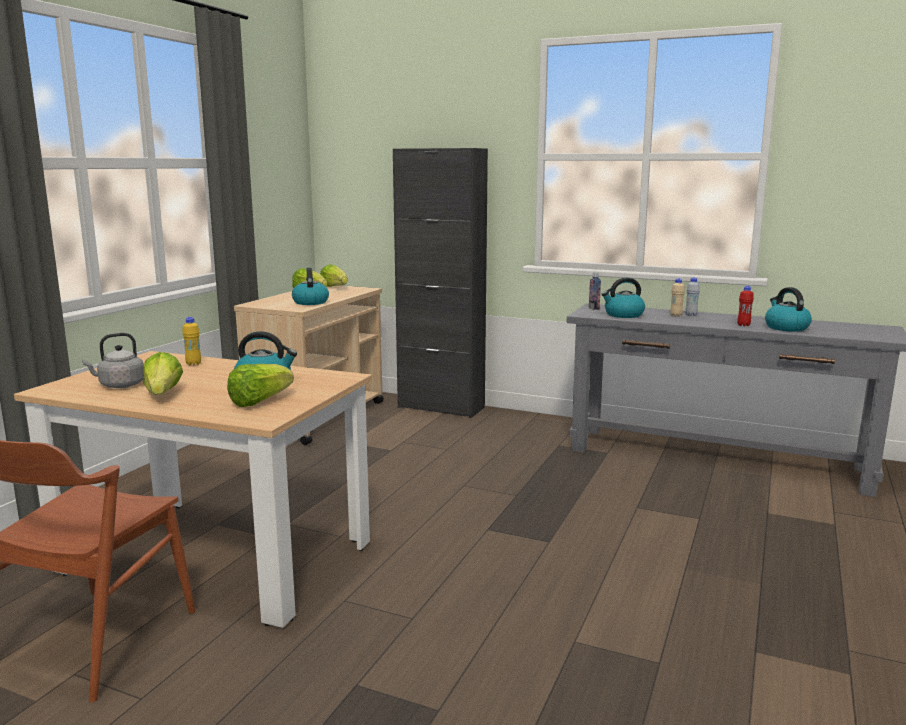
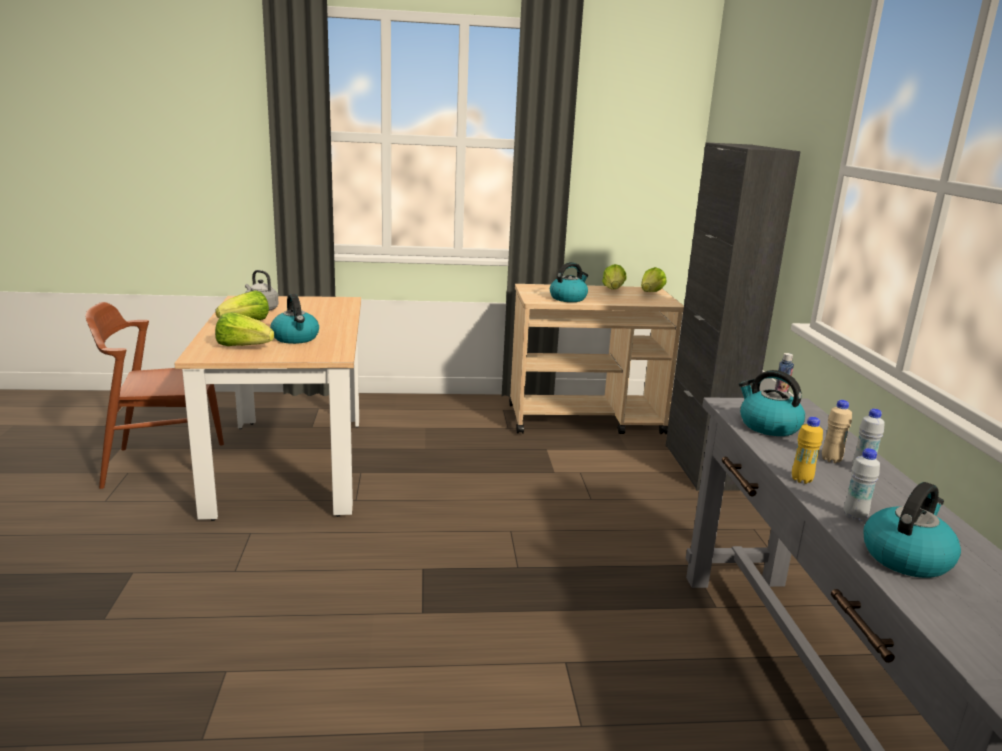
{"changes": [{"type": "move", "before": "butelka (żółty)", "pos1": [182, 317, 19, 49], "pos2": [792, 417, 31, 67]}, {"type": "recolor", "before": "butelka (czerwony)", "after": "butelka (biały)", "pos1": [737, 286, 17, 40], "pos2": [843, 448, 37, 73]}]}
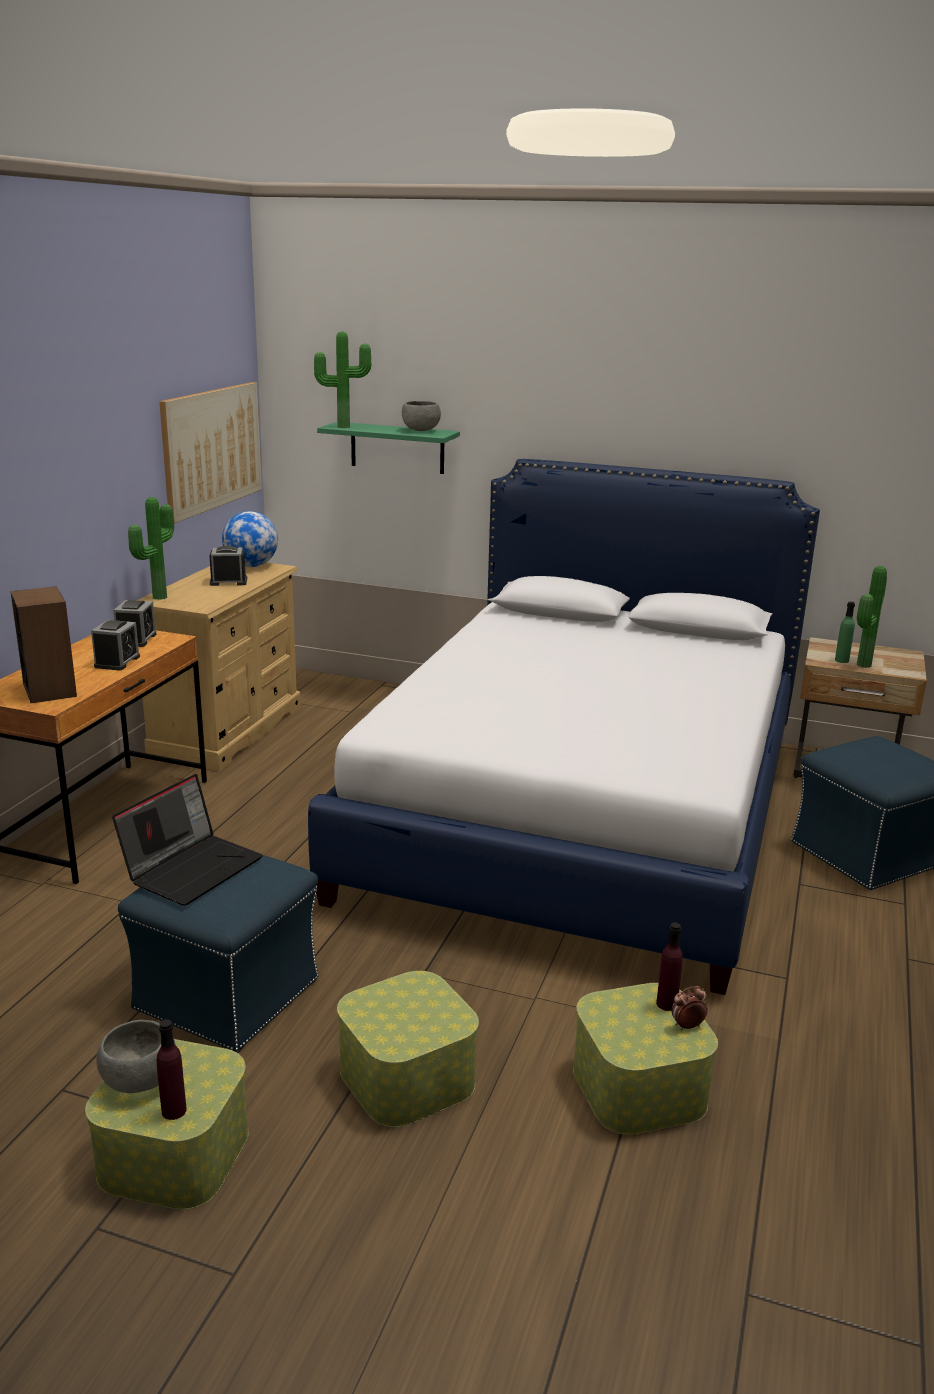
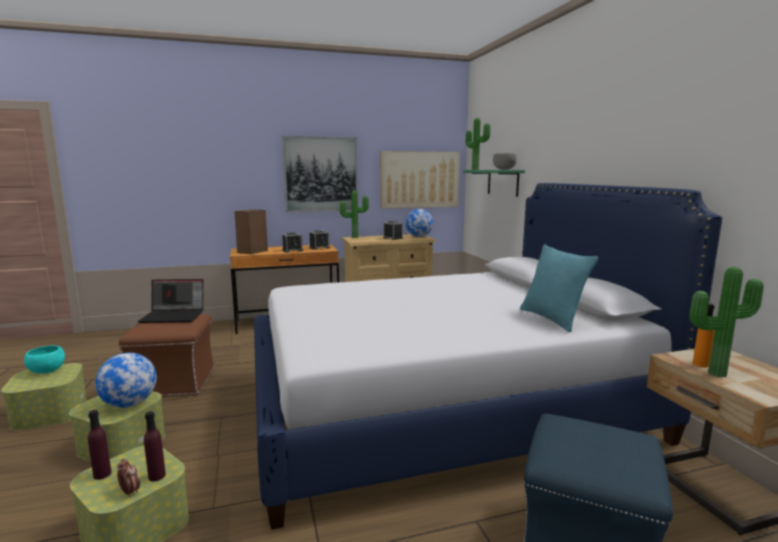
{"changes": [{"type": "insert", "after": "globus", "pos2": [95, 353, 62, 55]}, {"type": "insert", "after": "obraz", "pos2": [282, 136, 76, 76]}, {"type": "insert", "after": "poduszka (turkusowy)", "pos2": [520, 244, 78, 88]}, {"type": "move", "before": "butelka (fioletowy)", "pos1": [157, 1019, 30, 101], "pos2": [88, 410, 24, 70]}, {"type": "recolor", "before": "miska (szary)", "after": "miska (turkusowy)", "pos1": [96, 1020, 80, 73], "pos2": [24, 345, 41, 29]}, {"type": "recolor", "before": "pufa (niebieski)", "after": "pufa (brązowy)", "pos1": [118, 855, 201, 197], "pos2": [119, 314, 95, 83]}, {"type": "recolor", "before": "butelka (zielony)", "after": "butelka (pomarańczowy)", "pos1": [835, 602, 20, 61], "pos2": [693, 303, 22, 64]}]}
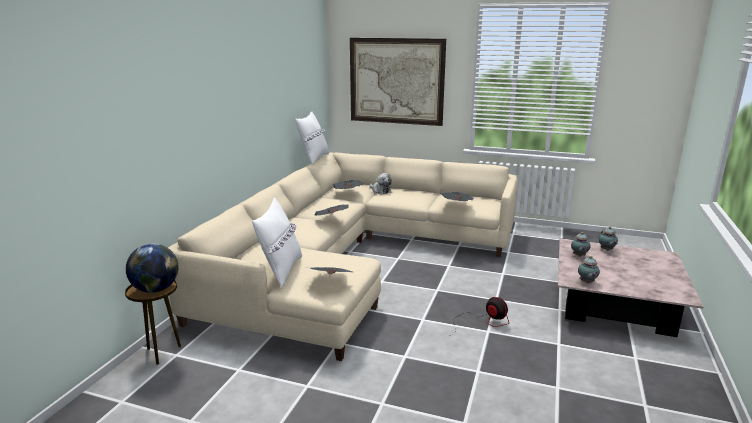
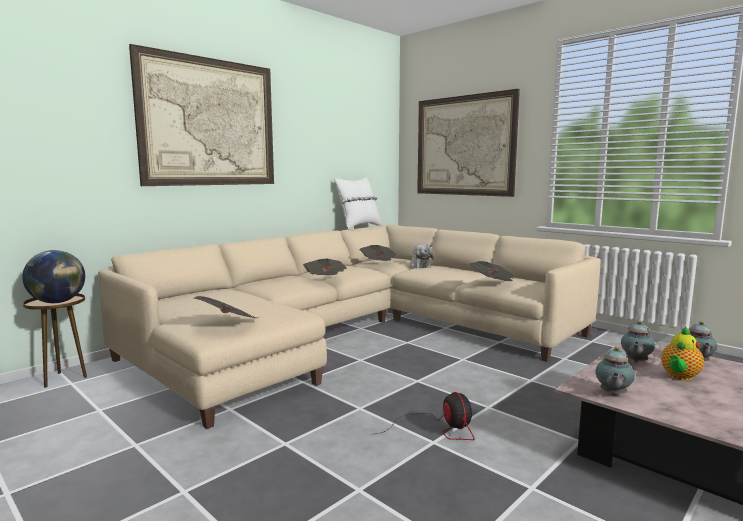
{"changes": [{"type": "delete", "before": "poduszka (biały)", "pos1": [252, 197, 50, 91]}, {"type": "insert", "after": "obraz", "pos2": [129, 44, 145, 142]}, {"type": "insert", "after": "imbryk", "pos2": [661, 326, 43, 55]}]}
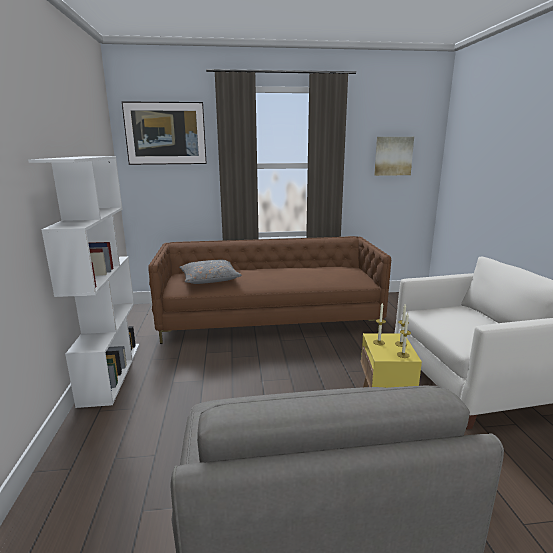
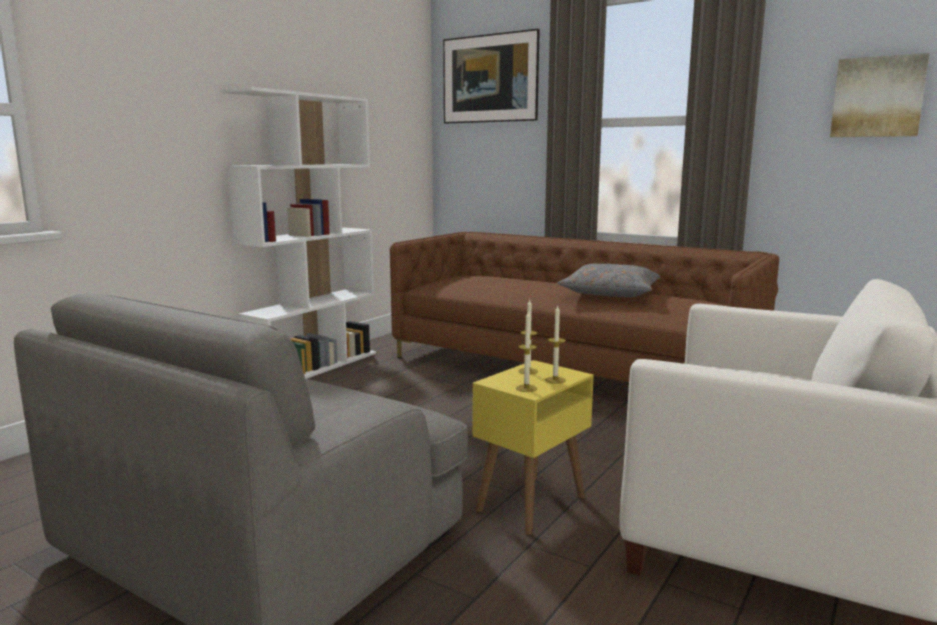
{"changes": [{"type": "move", "before": "poduszka (szary)", "pos1": [179, 260, 63, 24], "pos2": [557, 263, 103, 34]}]}
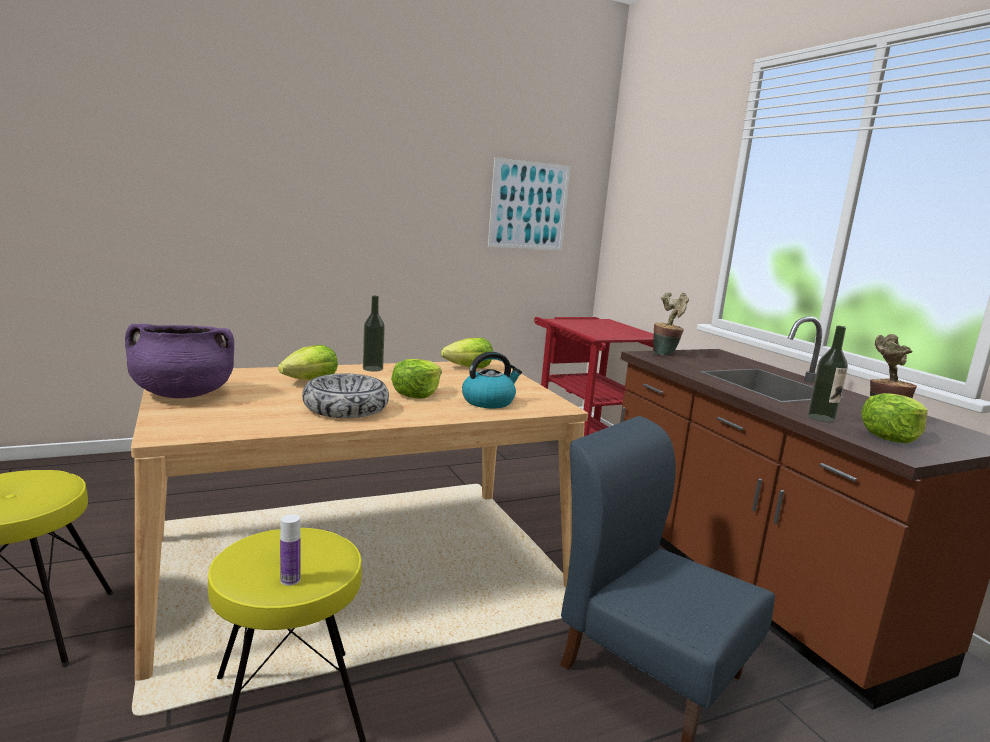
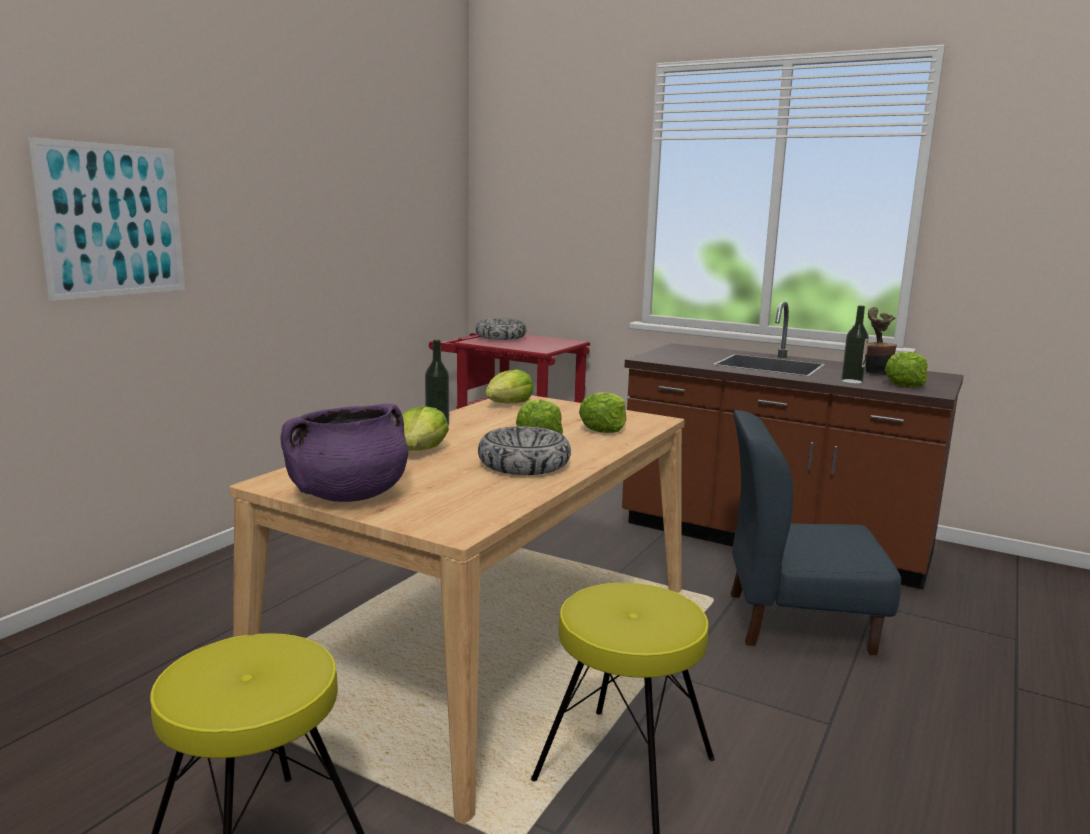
{"changes": [{"type": "delete", "before": "butelka", "pos1": [280, 514, 21, 72]}, {"type": "delete", "before": "roślina doniczkowa", "pos1": [653, 292, 36, 63]}, {"type": "insert", "after": "miska", "pos2": [476, 318, 51, 22]}, {"type": "move", "before": "obraz", "pos1": [488, 157, 82, 94], "pos2": [28, 137, 157, 164]}, {"type": "replace", "before": "czajnik", "after": "sałata", "pos1": [462, 352, 60, 56], "pos2": [579, 393, 47, 40]}]}
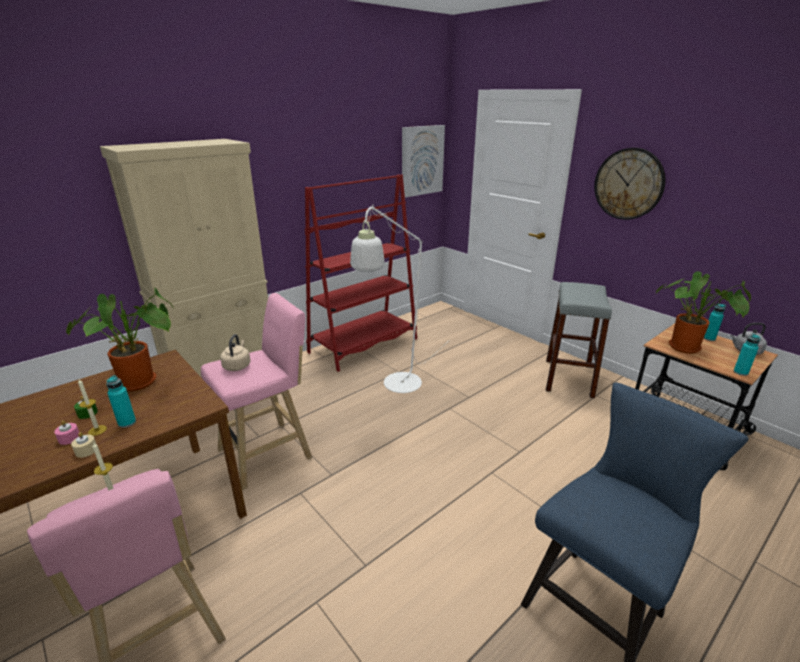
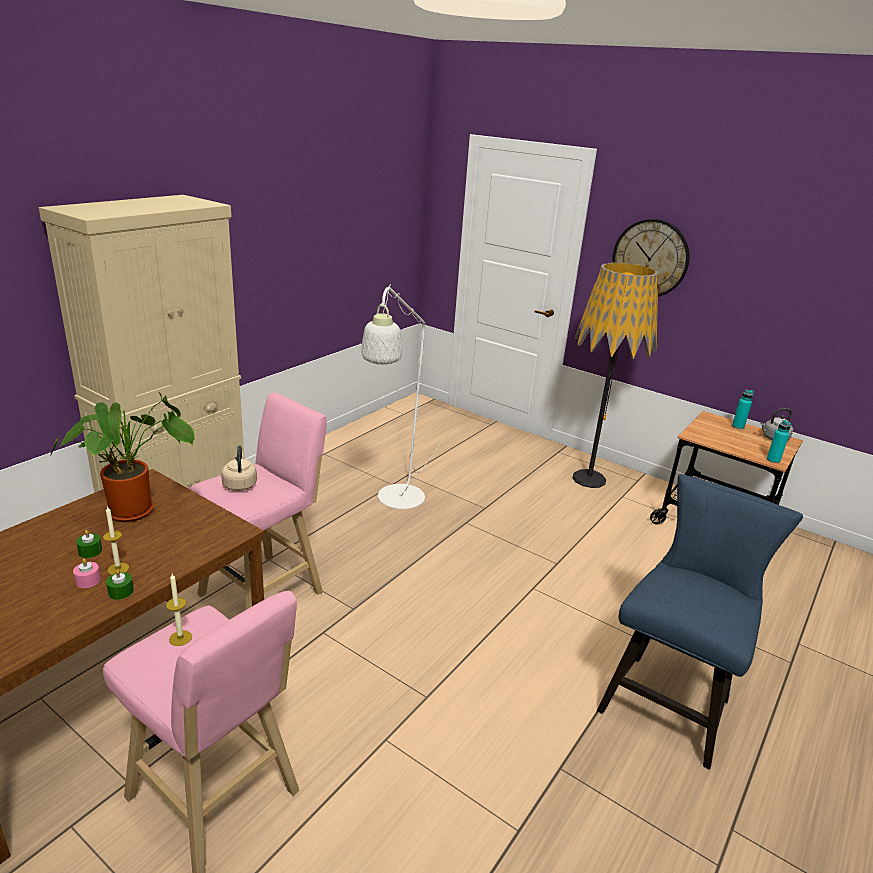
{"changes": [{"type": "delete", "before": "butelka (turkusowy)", "pos1": [106, 375, 30, 53]}, {"type": "delete", "before": "regał (czerwony)", "pos1": [305, 175, 112, 197]}, {"type": "delete", "before": "obraz", "pos1": [402, 125, 43, 73]}, {"type": "delete", "before": "roślina doniczkowa", "pos1": [656, 271, 95, 83]}, {"type": "replace", "before": "stołek (szary)", "after": "lampa stojąca", "pos1": [546, 282, 66, 116], "pos2": [572, 262, 86, 226]}, {"type": "recolor", "before": "świeca (beżowy)", "after": "świeca (zielony)", "pos1": [71, 432, 26, 26], "pos2": [106, 569, 28, 31]}]}
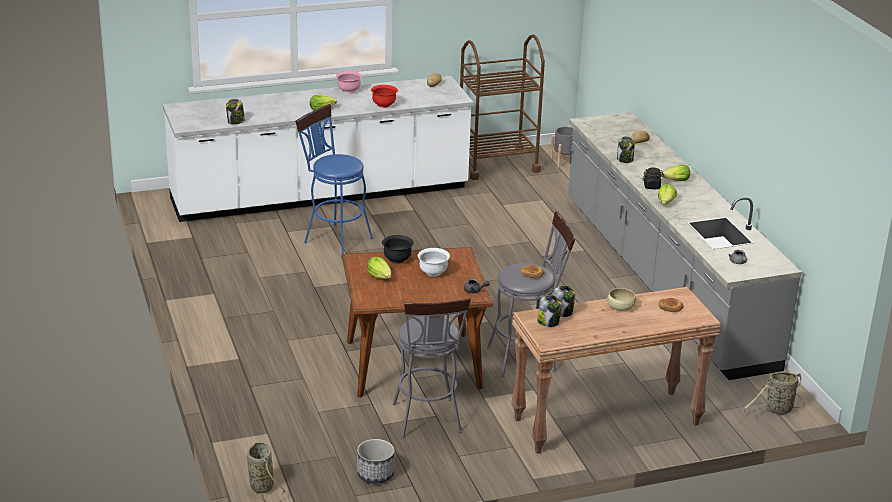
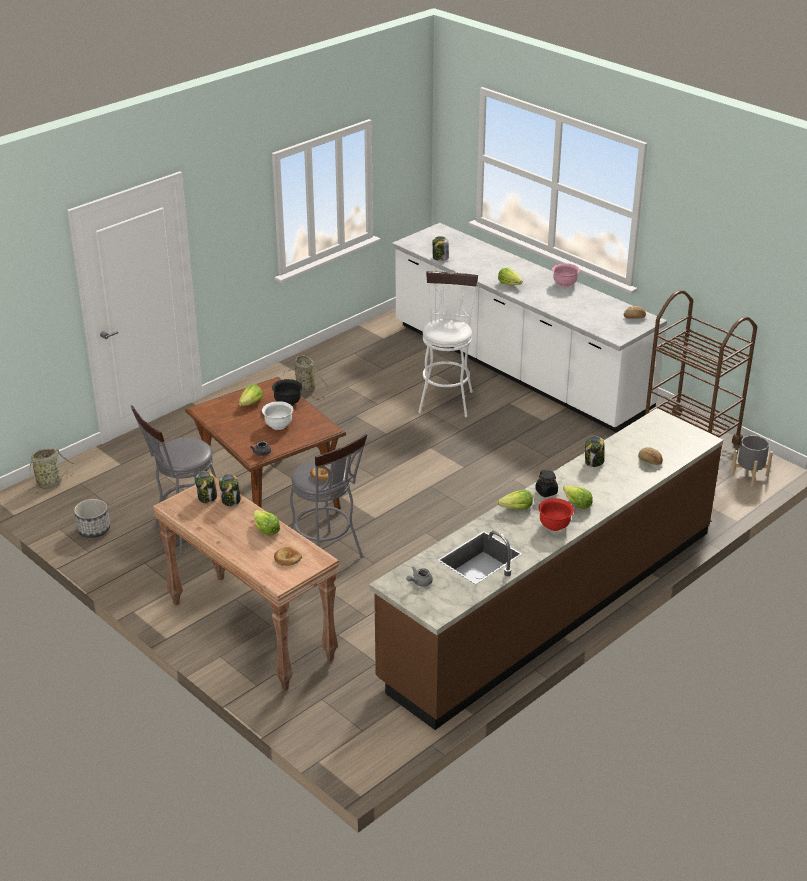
{"changes": [{"type": "move", "before": "miska (czerwony)", "pos1": [371, 85, 27, 23], "pos2": [539, 498, 35, 33]}, {"type": "move", "before": "koszyk", "pos1": [743, 371, 62, 45], "pos2": [283, 355, 46, 41]}, {"type": "replace", "before": "miska (beżowy)", "after": "sałata", "pos1": [607, 288, 29, 23], "pos2": [254, 510, 26, 25]}, {"type": "recolor", "before": "stołek (niebieski)", "after": "stołek (biały)", "pos1": [295, 104, 78, 153], "pos2": [418, 271, 60, 146]}, {"type": "recolor", "before": "zabudowa kuchenna (szary)", "after": "zabudowa kuchenna (brązowy)", "pos1": [568, 112, 234, 268], "pos2": [369, 408, 354, 322]}]}
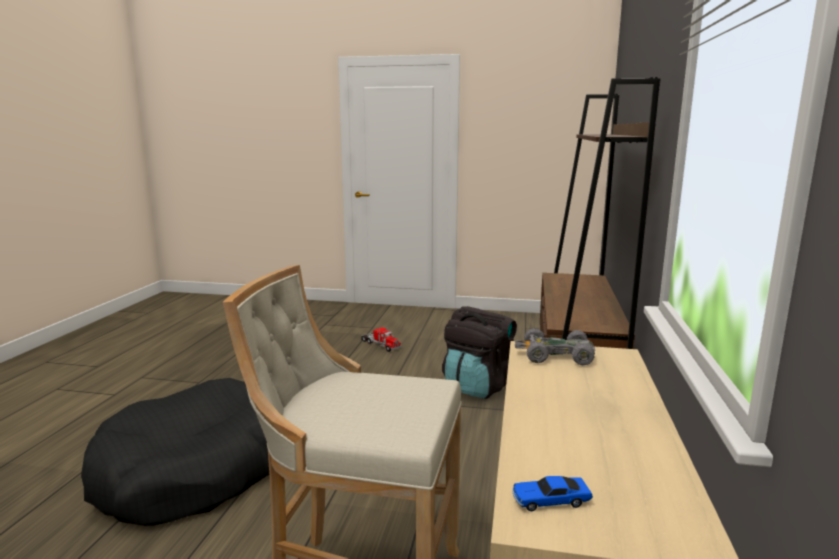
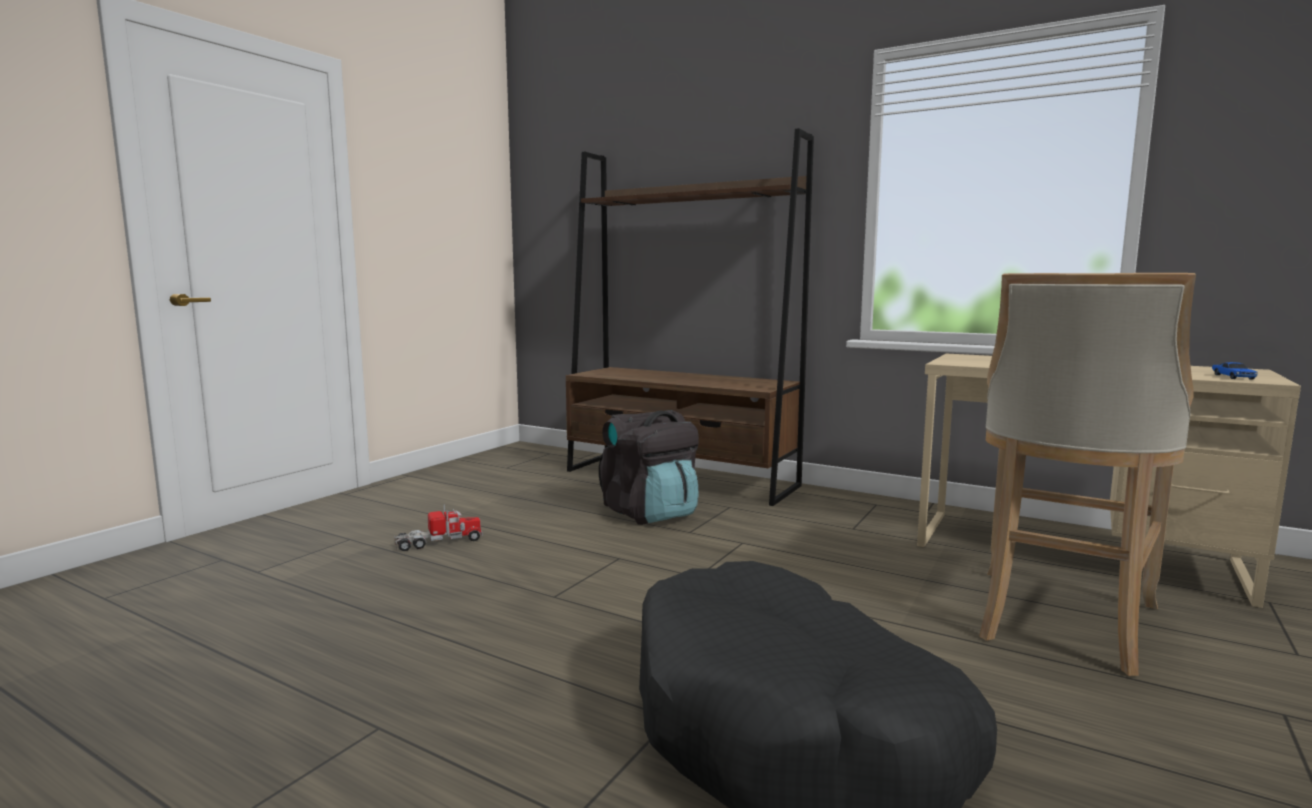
{"changes": [{"type": "delete", "before": "samochodzik (szary)", "pos1": [515, 328, 80, 38]}]}
